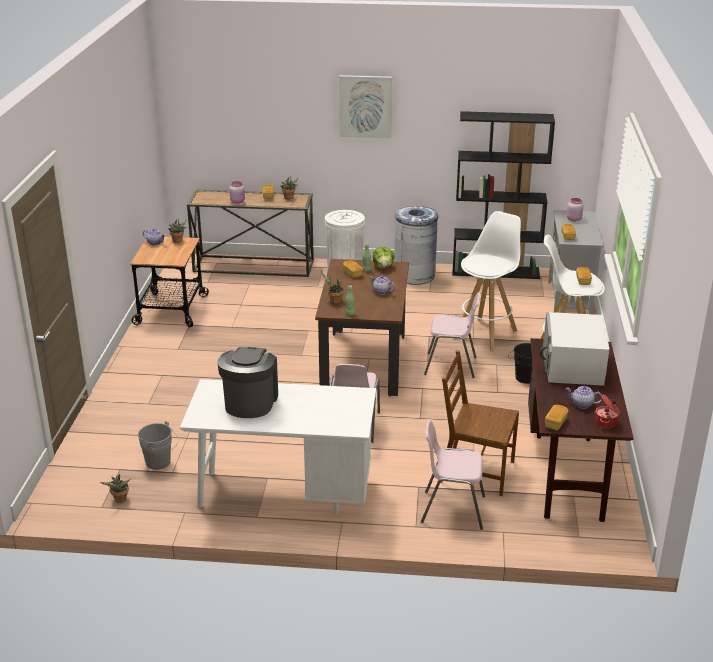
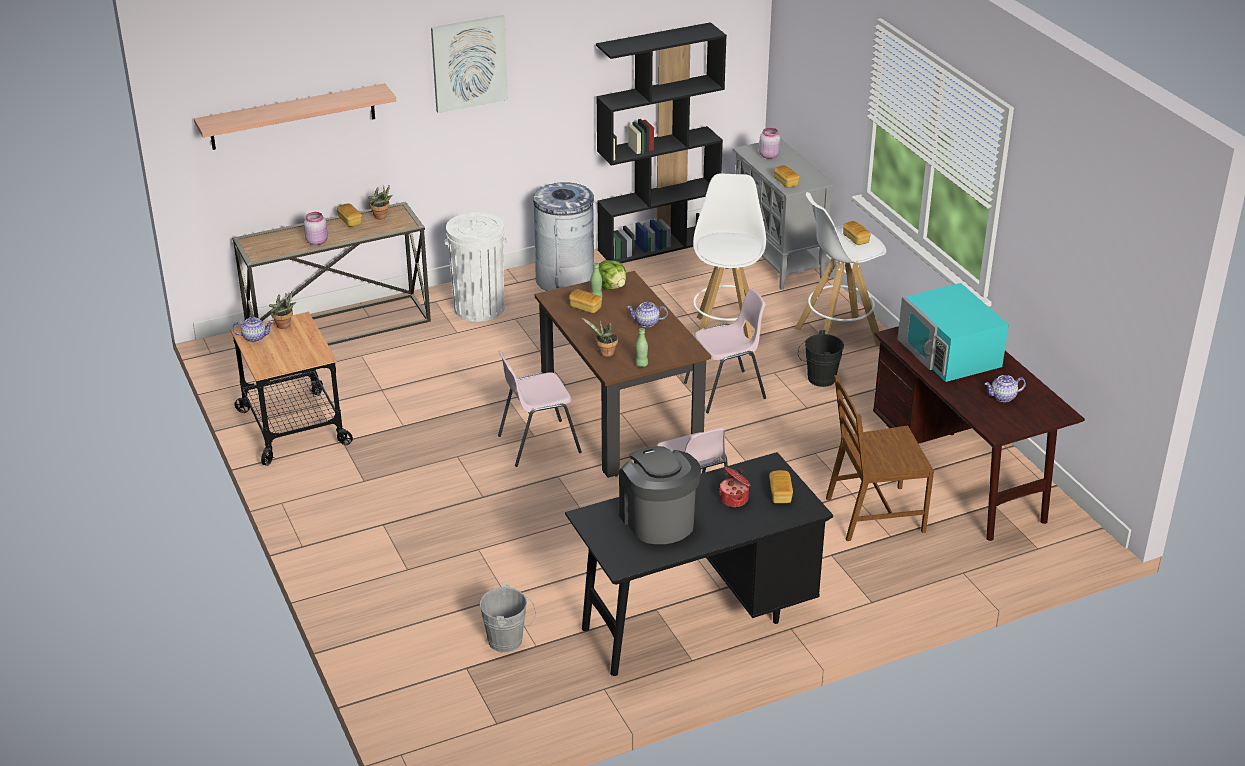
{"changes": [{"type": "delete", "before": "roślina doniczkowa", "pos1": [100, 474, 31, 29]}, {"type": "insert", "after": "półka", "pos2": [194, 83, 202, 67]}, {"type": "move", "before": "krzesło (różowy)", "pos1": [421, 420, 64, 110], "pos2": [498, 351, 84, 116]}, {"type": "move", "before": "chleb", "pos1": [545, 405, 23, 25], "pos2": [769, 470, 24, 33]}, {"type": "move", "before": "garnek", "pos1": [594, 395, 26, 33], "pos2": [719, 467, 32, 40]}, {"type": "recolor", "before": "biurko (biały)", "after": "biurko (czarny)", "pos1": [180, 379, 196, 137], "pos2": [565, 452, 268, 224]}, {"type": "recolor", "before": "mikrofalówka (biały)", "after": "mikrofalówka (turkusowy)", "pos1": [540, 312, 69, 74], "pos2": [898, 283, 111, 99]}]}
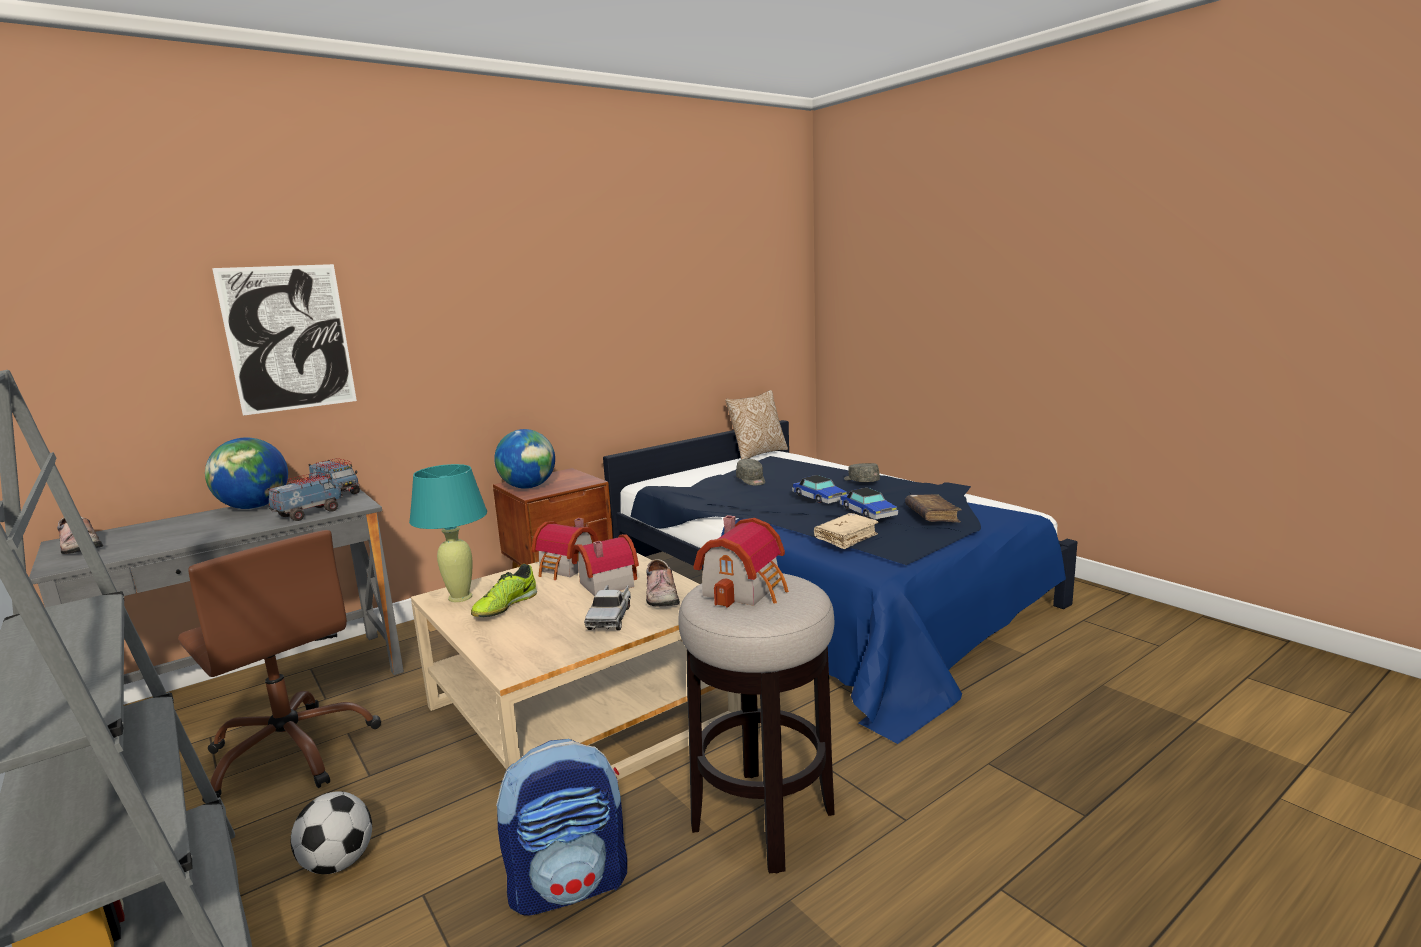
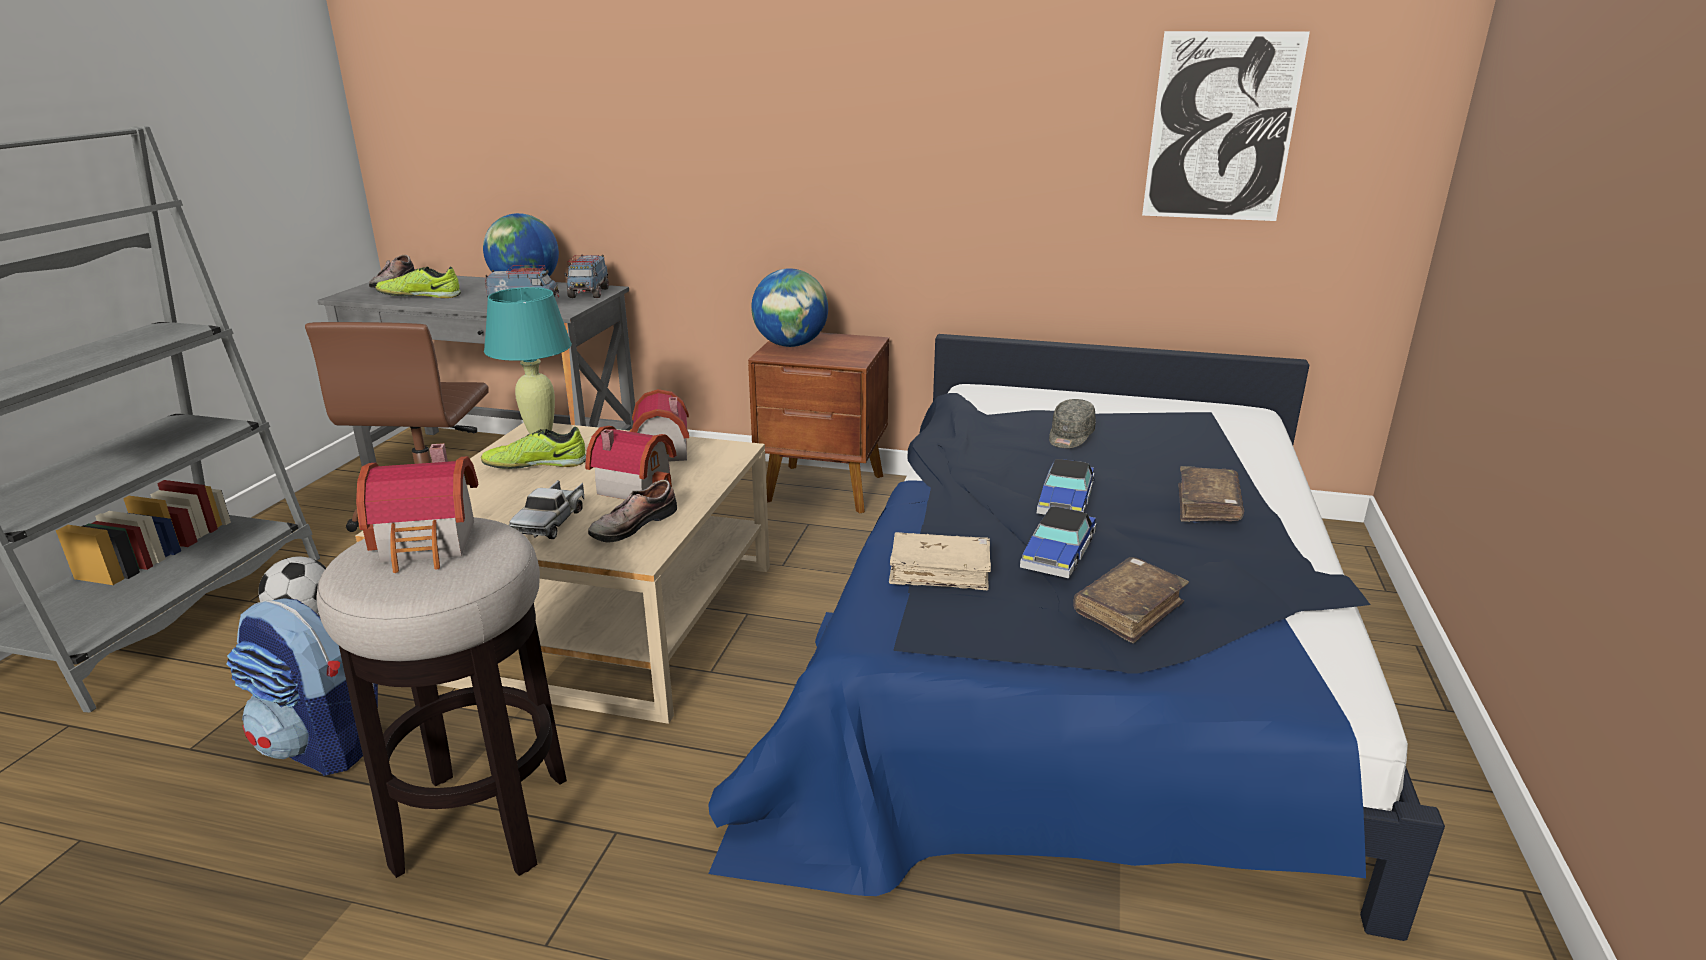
{"changes": [{"type": "delete", "before": "poduszka", "pos1": [725, 390, 63, 69]}, {"type": "insert", "after": "but", "pos2": [376, 266, 85, 32]}, {"type": "move", "before": "obraz", "pos1": [212, 264, 145, 152], "pos2": [1142, 31, 168, 190]}, {"type": "replace", "before": "czapka z daszkiem (szary)", "after": "książka (brązowy)", "pos1": [844, 463, 36, 19], "pos2": [1178, 466, 66, 56]}, {"type": "rotate", "before": "ciężarówka zabawkowa", "pos1": [584, 585, 47, 45], "pos2": [509, 480, 75, 59], "turn": -45}]}
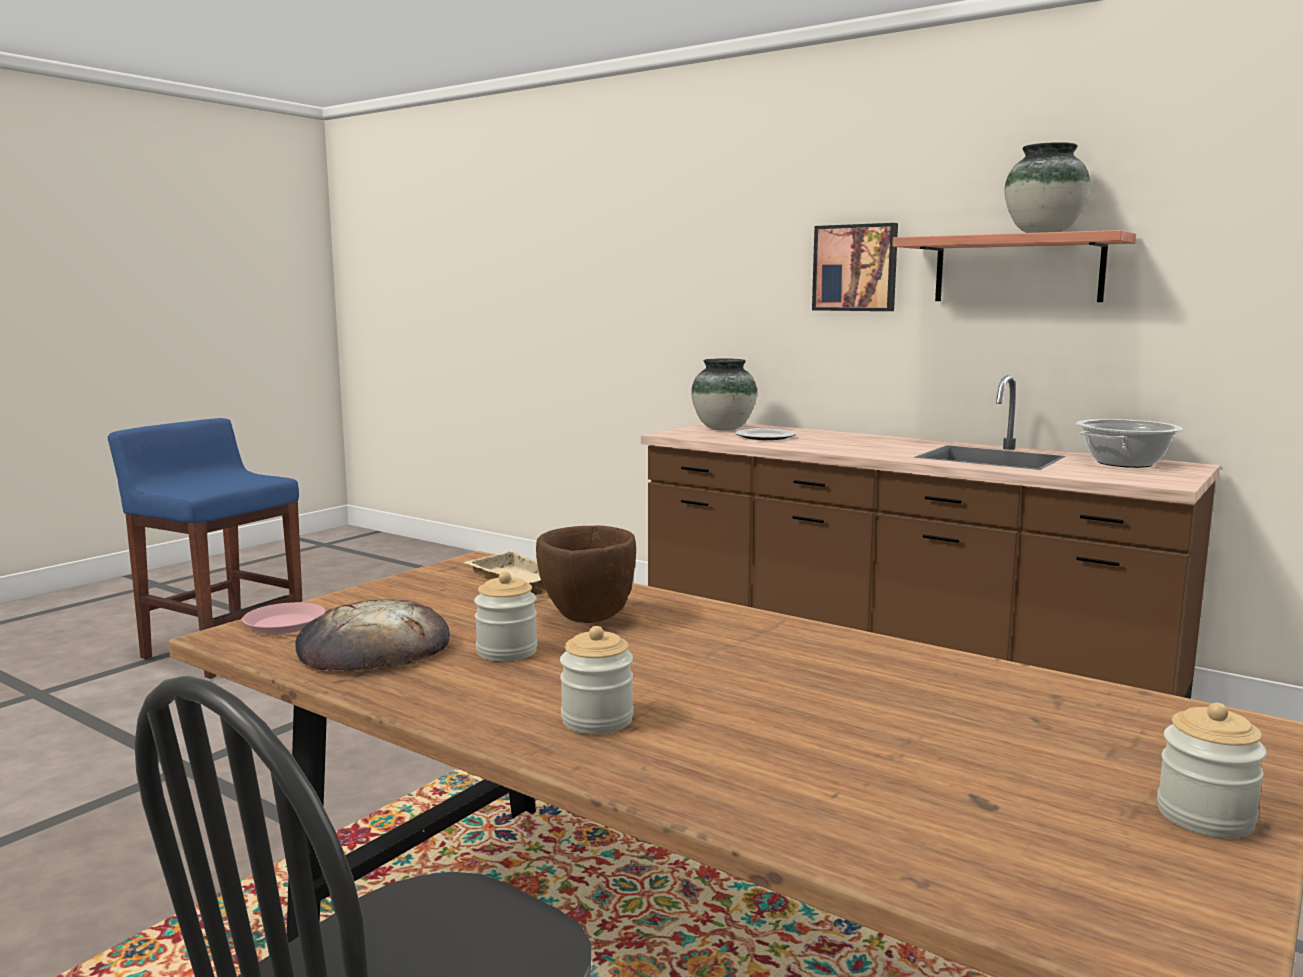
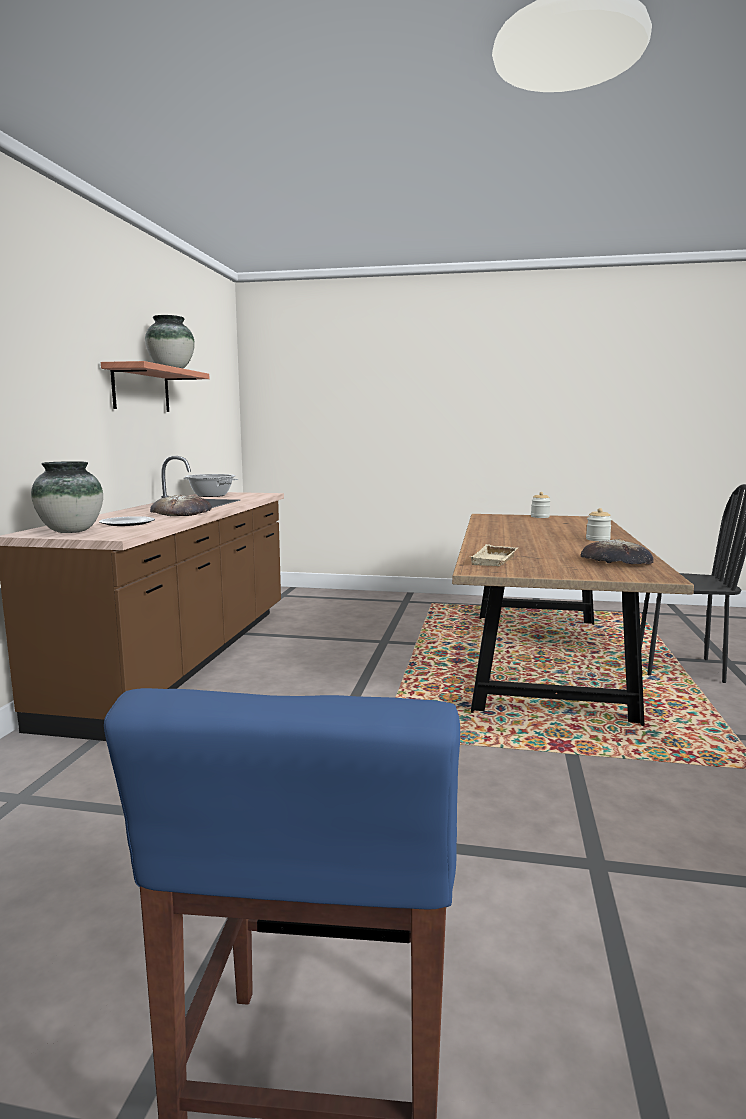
{"changes": [{"type": "delete", "before": "talerz (różowy)", "pos1": [242, 602, 83, 32]}, {"type": "delete", "before": "słoik", "pos1": [474, 572, 64, 90]}, {"type": "delete", "before": "miska (brązowy)", "pos1": [536, 525, 100, 98]}, {"type": "delete", "before": "obraz", "pos1": [812, 223, 86, 88]}, {"type": "insert", "after": "chleb", "pos2": [150, 495, 62, 21]}]}
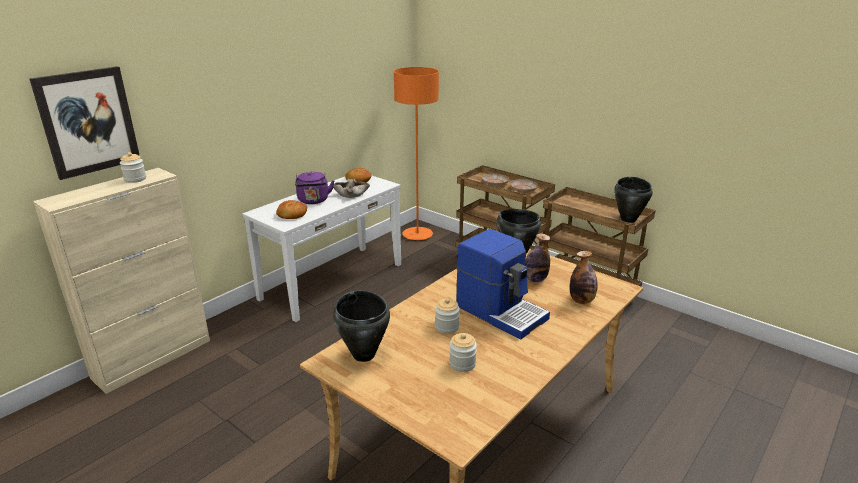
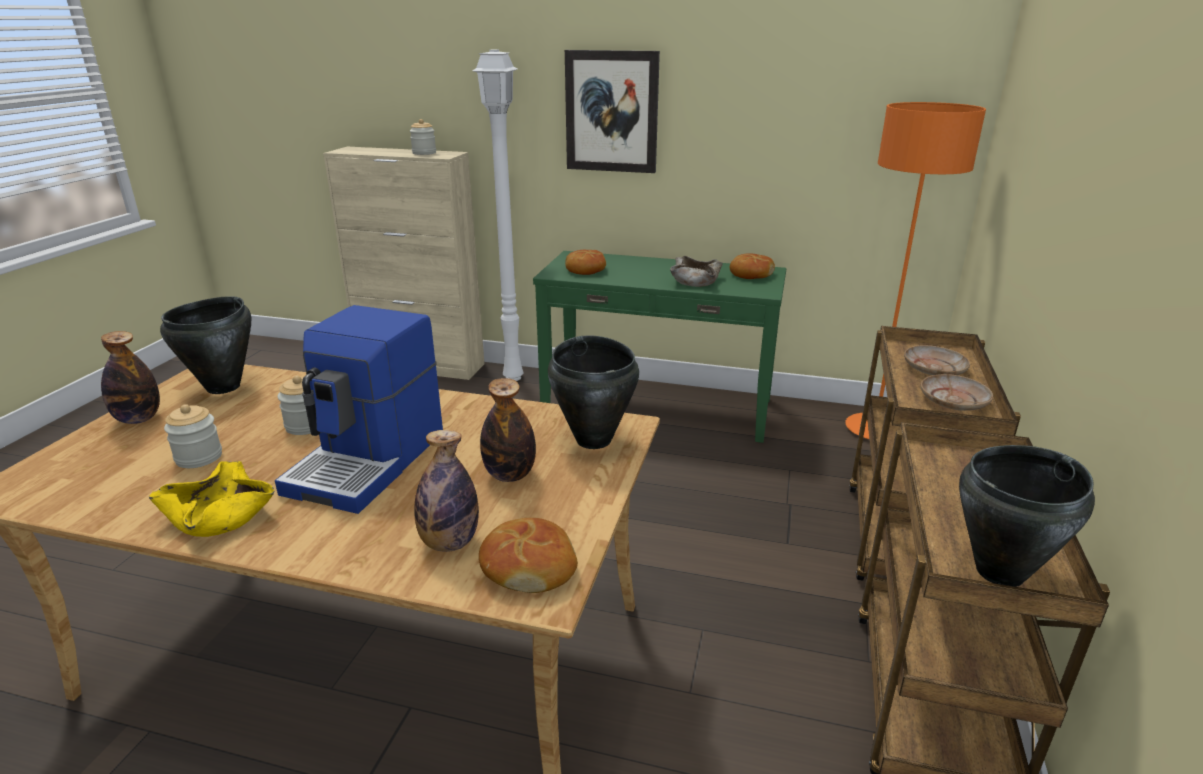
{"changes": [{"type": "delete", "before": "czajnik (fioletowy)", "pos1": [295, 171, 39, 33]}, {"type": "insert", "after": "butelka", "pos2": [101, 331, 59, 93]}, {"type": "insert", "after": "miska (żółty)", "pos2": [149, 461, 125, 76]}, {"type": "insert", "after": "lampa stojąca (biały)", "pos2": [472, 50, 51, 331]}, {"type": "insert", "after": "chleb", "pos2": [479, 518, 99, 75]}, {"type": "move", "before": "obraz", "pos1": [30, 66, 110, 114], "pos2": [565, 50, 95, 123]}, {"type": "recolor", "before": "stolik konsolowy (biały)", "after": "stolik konsolowy (zielony)", "pos1": [242, 176, 159, 146], "pos2": [533, 251, 253, 192]}]}
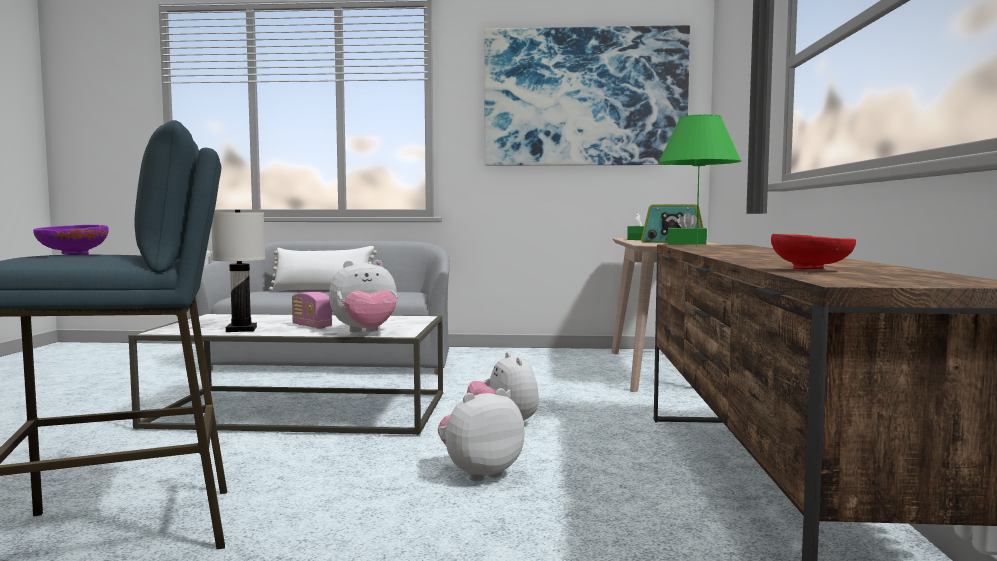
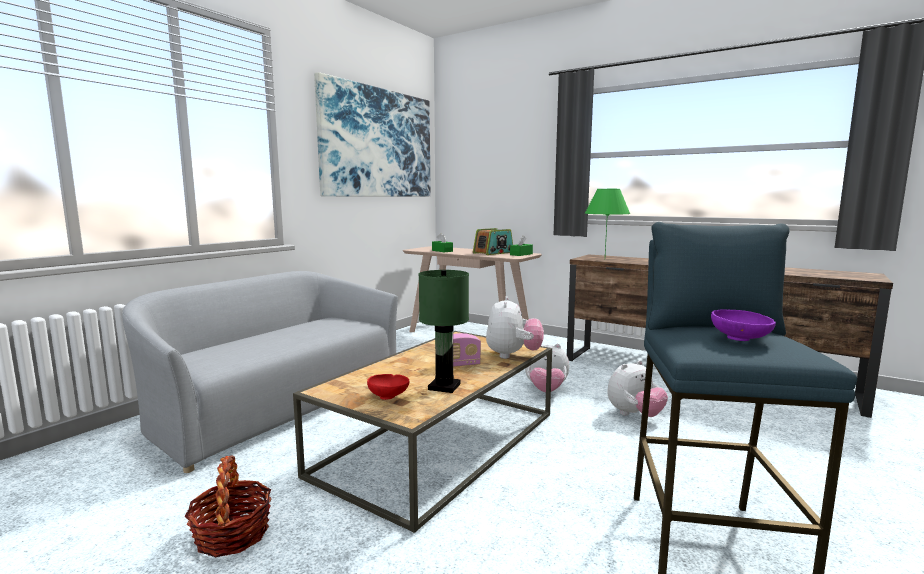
{"changes": [{"type": "delete", "before": "poduszka (biały)", "pos1": [269, 246, 108, 45]}, {"type": "insert", "after": "koszyk", "pos2": [184, 455, 88, 102]}, {"type": "move", "before": "miska (czerwony)", "pos1": [771, 234, 85, 35], "pos2": [367, 374, 42, 26]}, {"type": "recolor", "before": "ława (biały)", "after": "ława (brązowy)", "pos1": [128, 313, 315, 123], "pos2": [293, 331, 259, 202]}, {"type": "recolor", "before": "lampa stołowa (biały)", "after": "lampa stołowa (zielony)", "pos1": [211, 210, 55, 122], "pos2": [419, 270, 50, 123]}, {"type": "rotate", "before": "pluszak", "pos1": [438, 388, 86, 94], "pos2": [607, 360, 61, 57], "turn": -120}]}
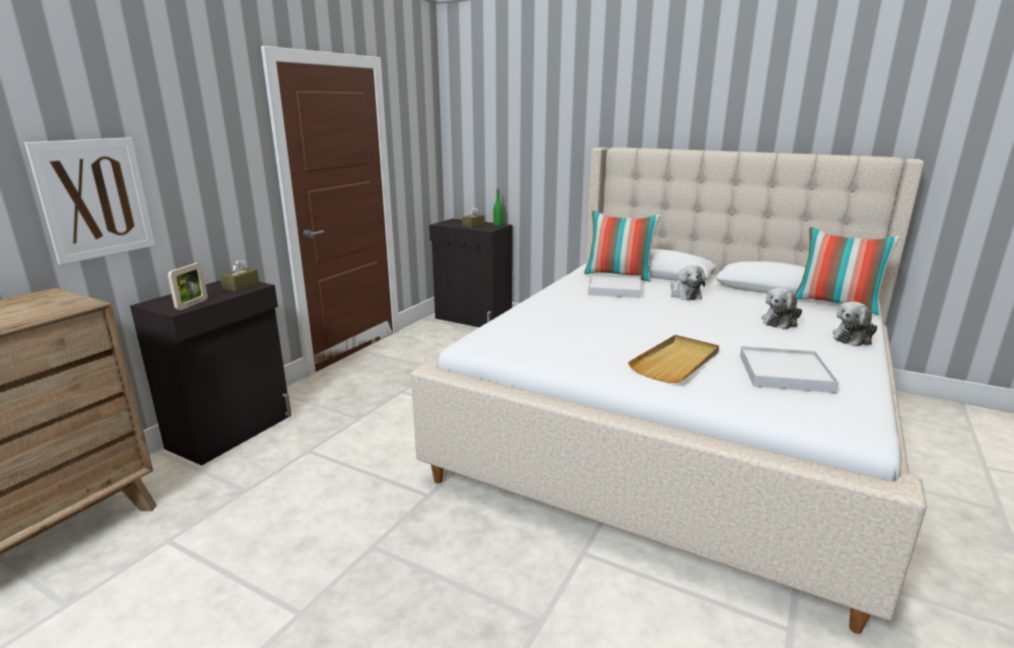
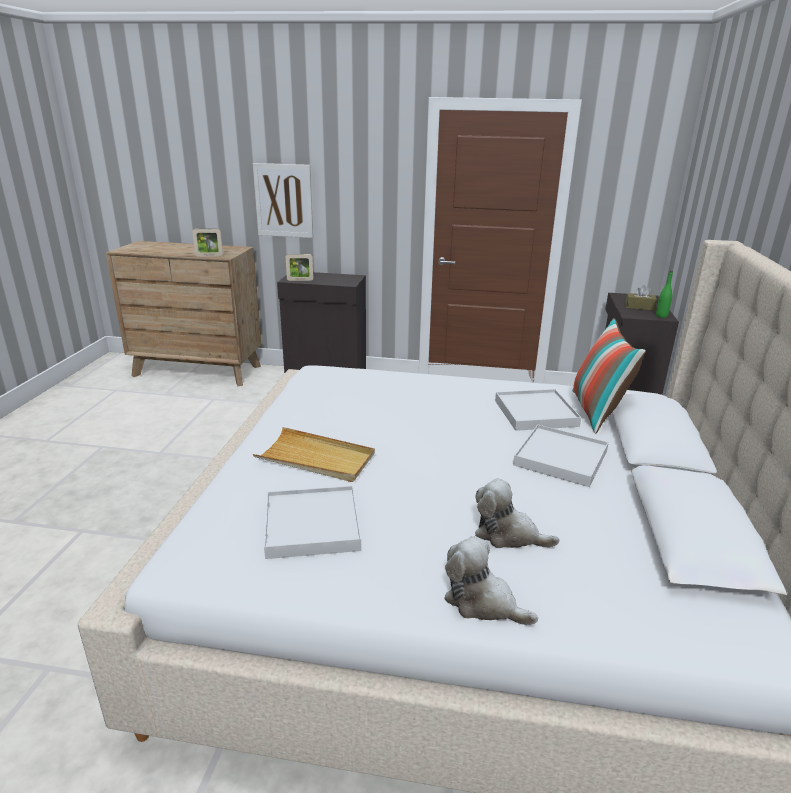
{"changes": [{"type": "delete", "before": "pudełko chusteczek (brązowy)", "pos1": [220, 259, 39, 32]}, {"type": "delete", "before": "poduszka", "pos1": [795, 227, 106, 88]}, {"type": "insert", "after": "ramka na zdjęcie", "pos2": [192, 229, 31, 28]}, {"type": "replace", "before": "pluszak", "after": "taca (biały)", "pos1": [671, 265, 34, 35], "pos2": [513, 424, 96, 63]}]}
